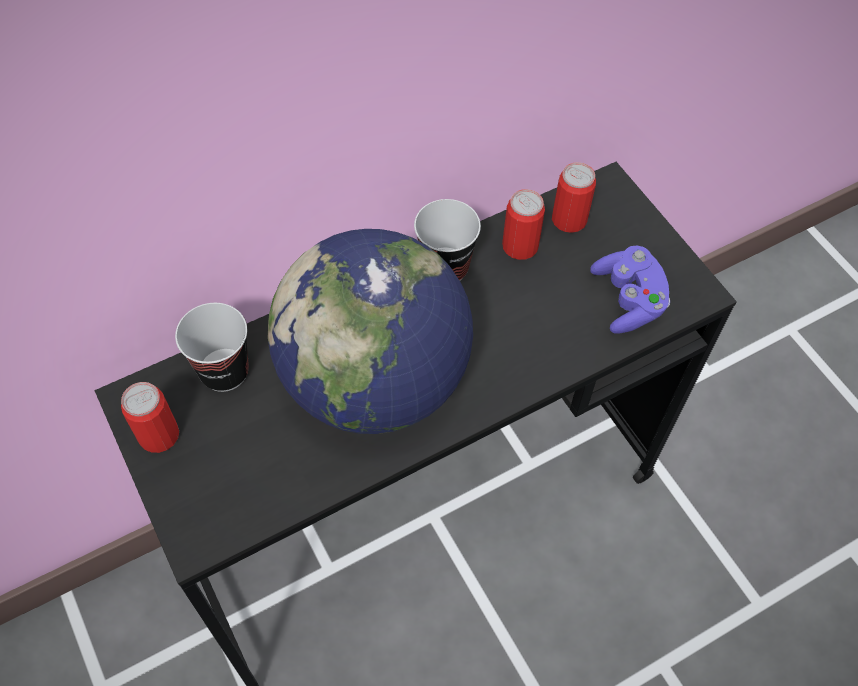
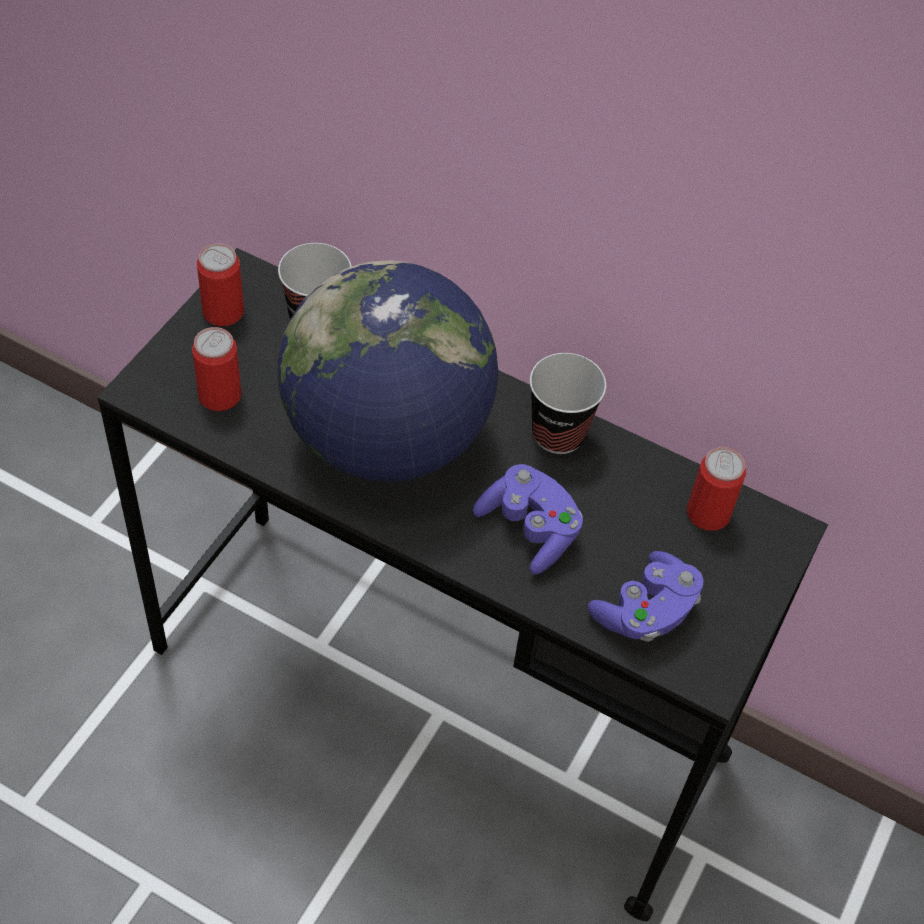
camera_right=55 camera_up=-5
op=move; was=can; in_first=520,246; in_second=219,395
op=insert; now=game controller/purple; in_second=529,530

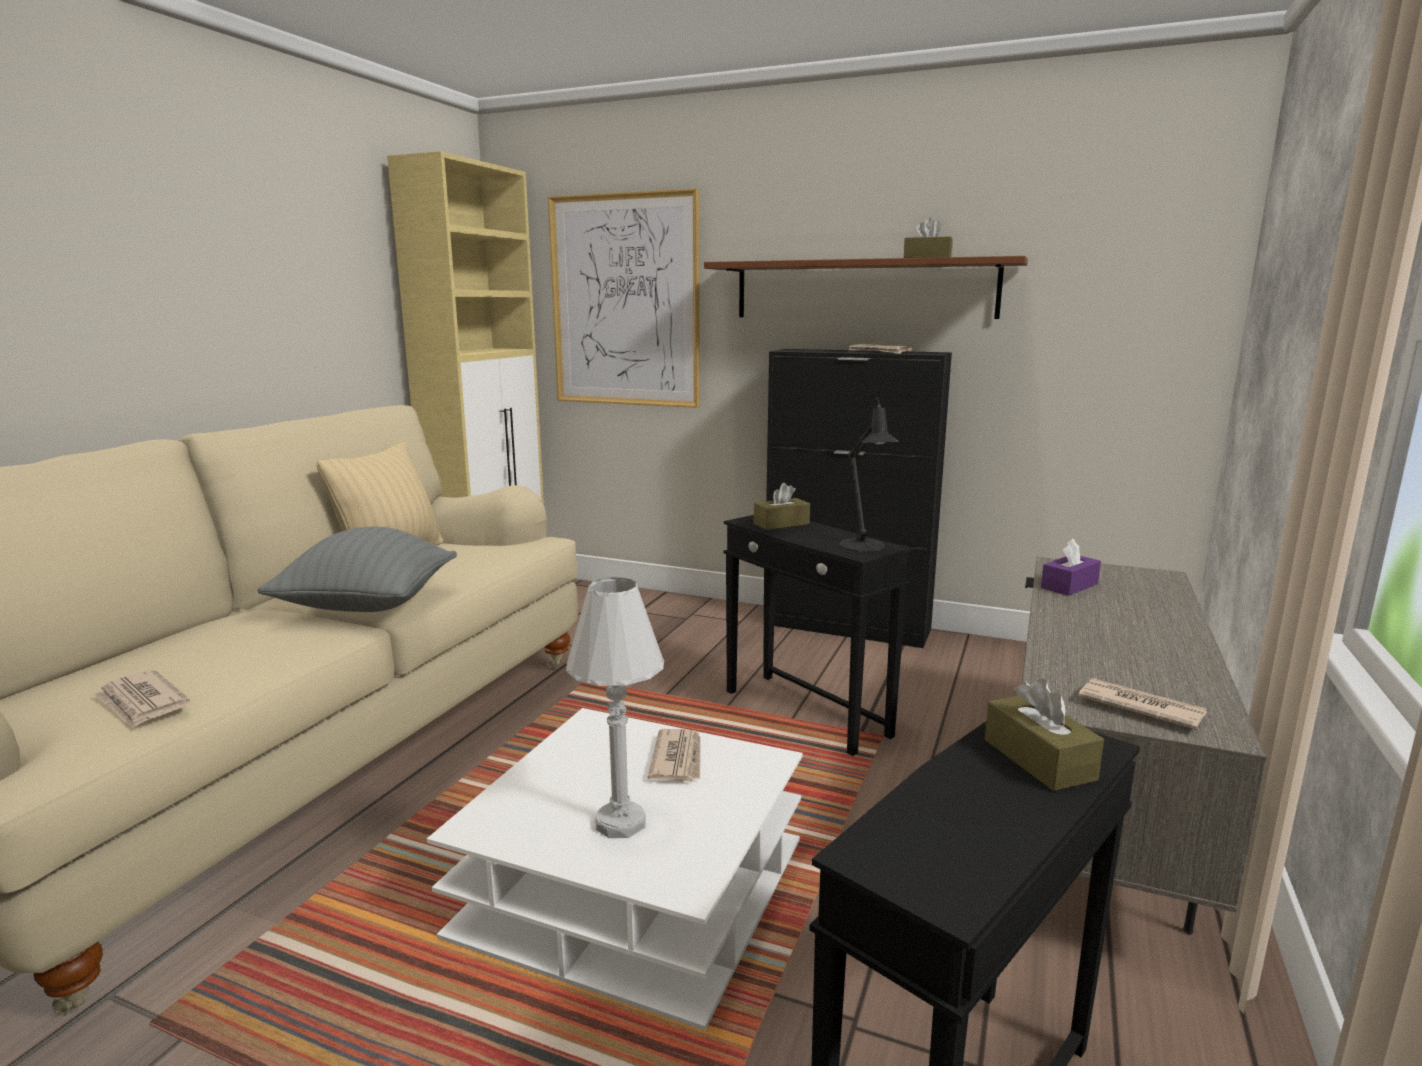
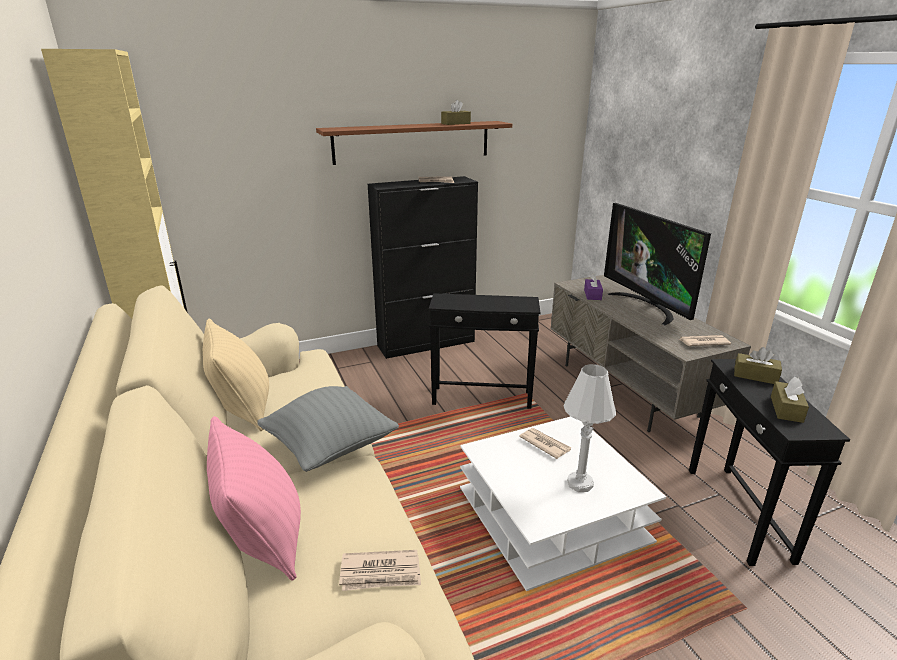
camera_right=-45 camera_up=10
op=delete; was=picture; in_first=625,301
op=move; was=tissue box/brown; in_first=781,524; in_second=786,409
op=delete; was=table lamp/black; in_first=864,547
op=insert; now=pillow/pink; in_second=263,539
op=insert; now=television; in_second=647,306

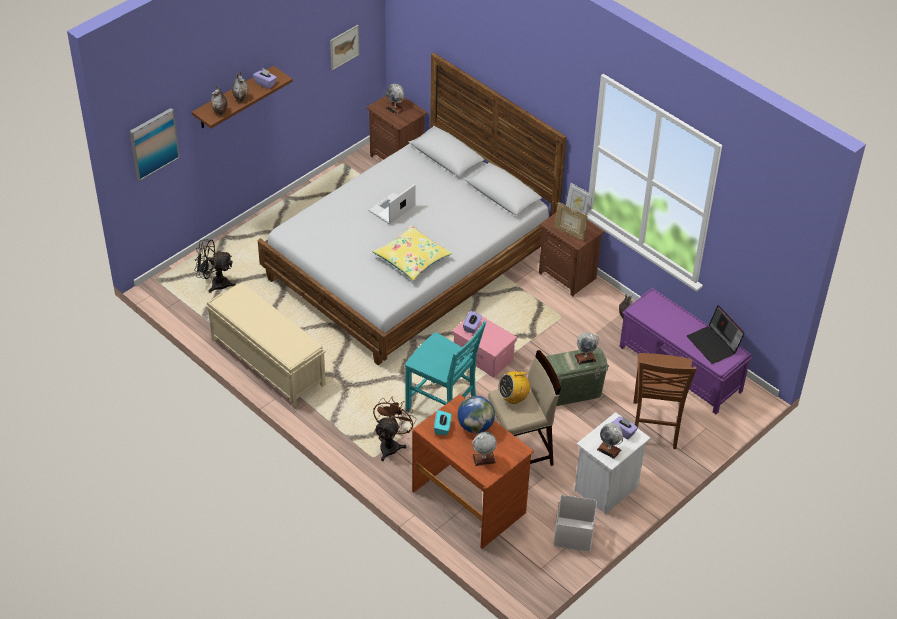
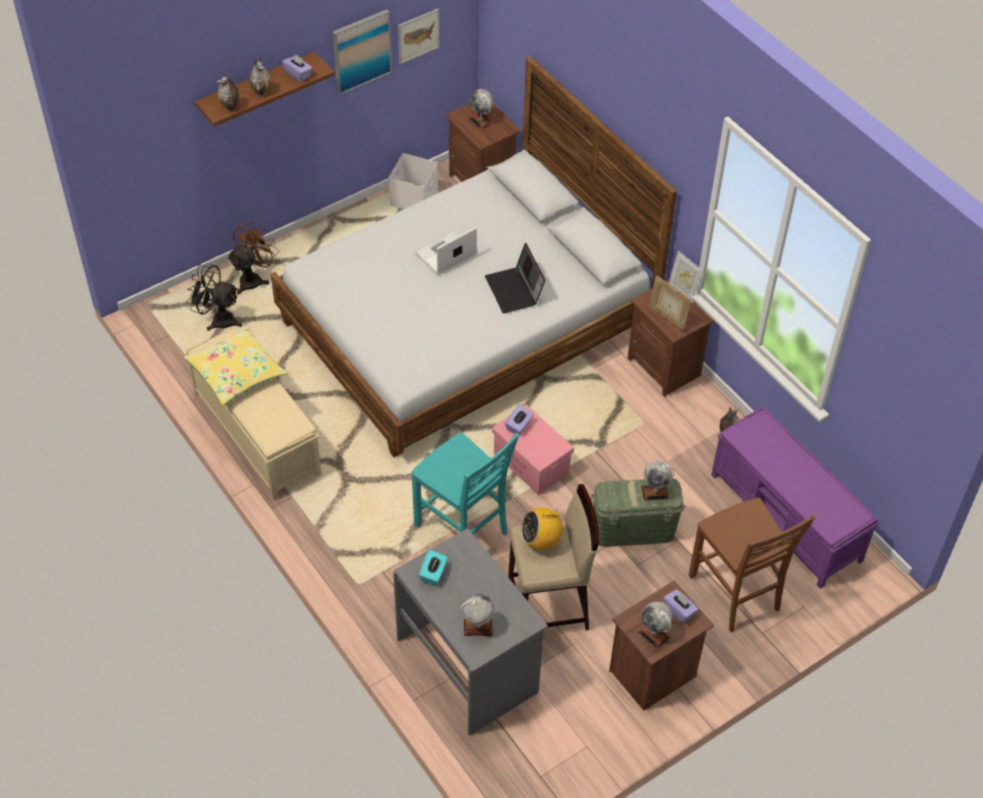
camera_right=10 camera_up=5
op=move; was=picture; in_first=153,143; in_second=361,51
op=move; was=pillow/yellow; in_first=412,258; in_second=236,372
op=move; was=fan/brown; in_first=391,444; in_second=254,279
op=recolor; was=desk/brown; now=desk/grey; in_first=470,501; in_second=468,665
op=delete; was=globe; in_first=475,426
op=move; was=storage box/white; in_first=573,533; in_second=413,197
op=recolor; was=nightstand/white; now=nightstand/brown; in_first=607,489; in_second=654,675
op=rotate; was=chair/brown; in_first=655,426; in_second=736,594; clockwise=-45
op=move; was=laptop; in_first=714,344; in_second=515,291

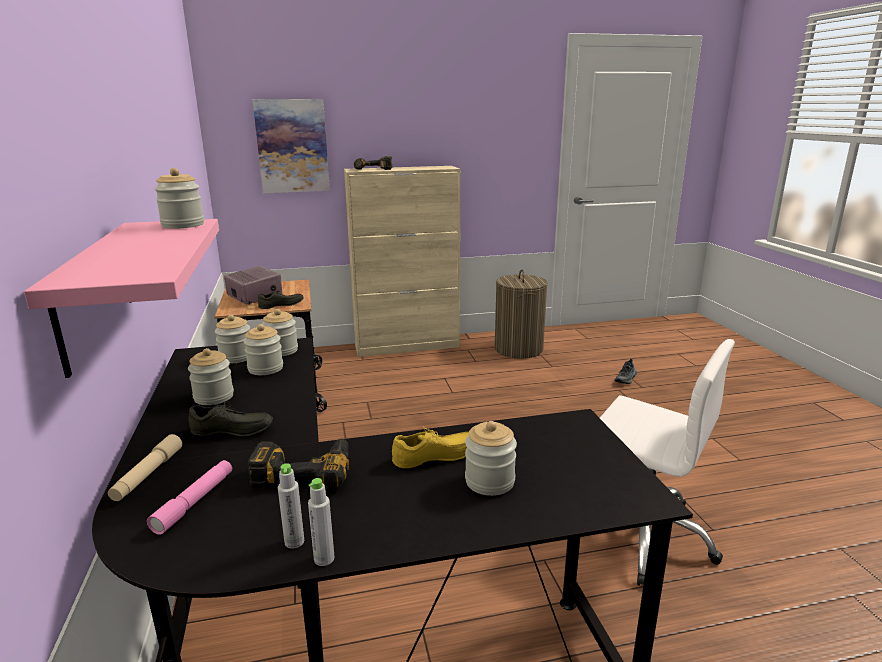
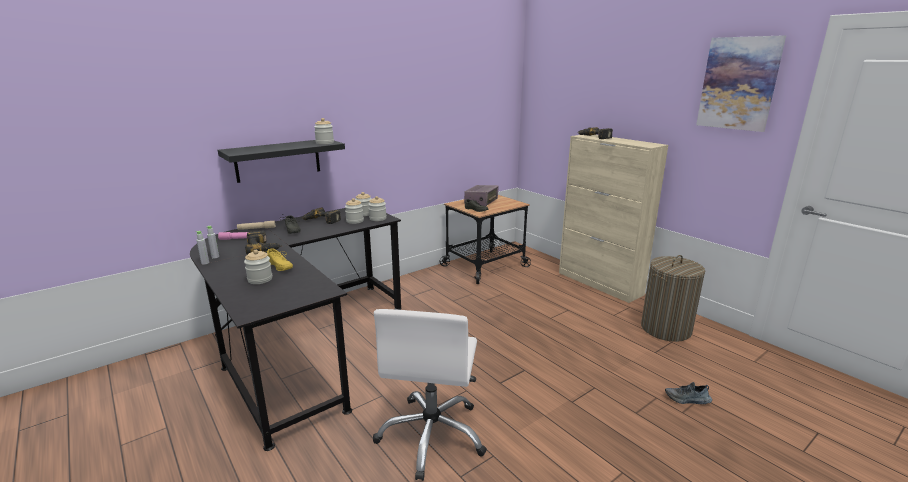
camera_right=65 camera_up=0
op=recolor; was=shelf/pink; now=shelf/black; in_first=94,292; in_second=278,160
op=replace; was=jar; now=power drill; in_first=214,397; in_second=321,221
op=move; was=picture; in_first=292,146; in_second=738,83

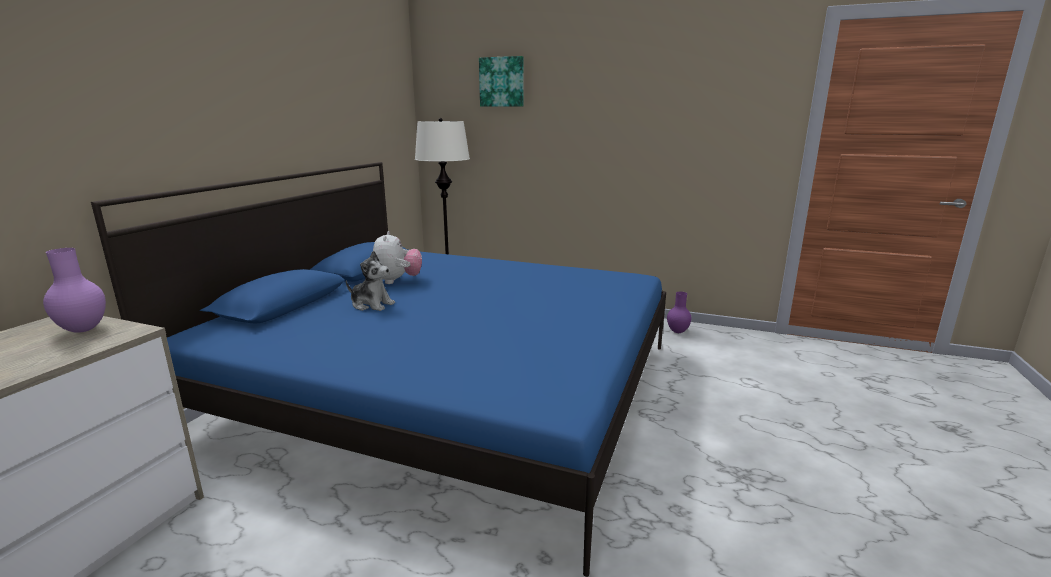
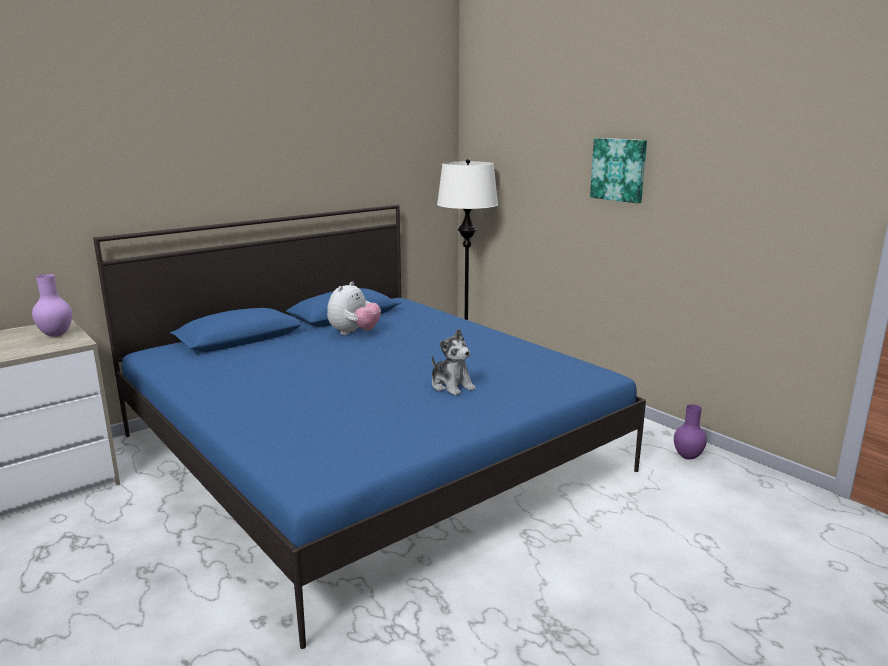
camera_right=30 camera_up=0
op=move; was=plush toy; in_first=372,305; in_second=451,386
op=move; was=picture; in_first=502,82; in_second=619,169

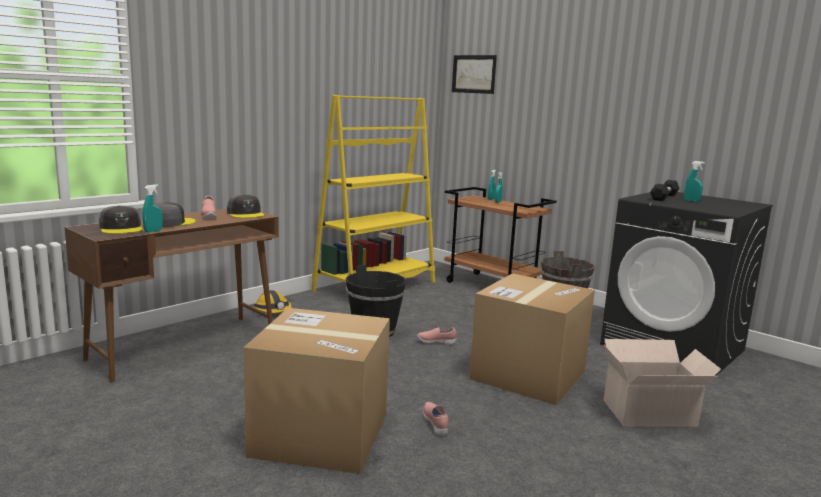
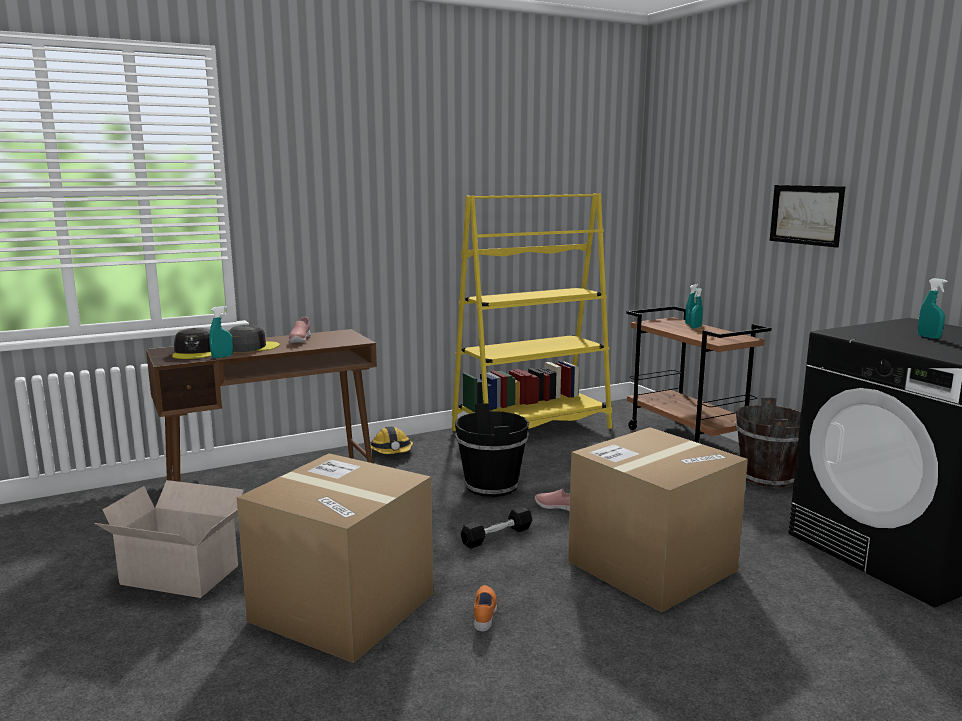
camera_right=20 camera_up=0
op=delete; was=cap/grey; in_first=245,214
op=recolor; was=shoe/pink; now=shoe/orange; in_first=436,424; in_second=485,615
op=move; was=picture; in_first=473,74; in_second=806,215
op=move; was=cardboard box; in_first=652,413; in_second=182,576
op=move; was=dumbbell/black; in_first=664,197; in_second=497,536

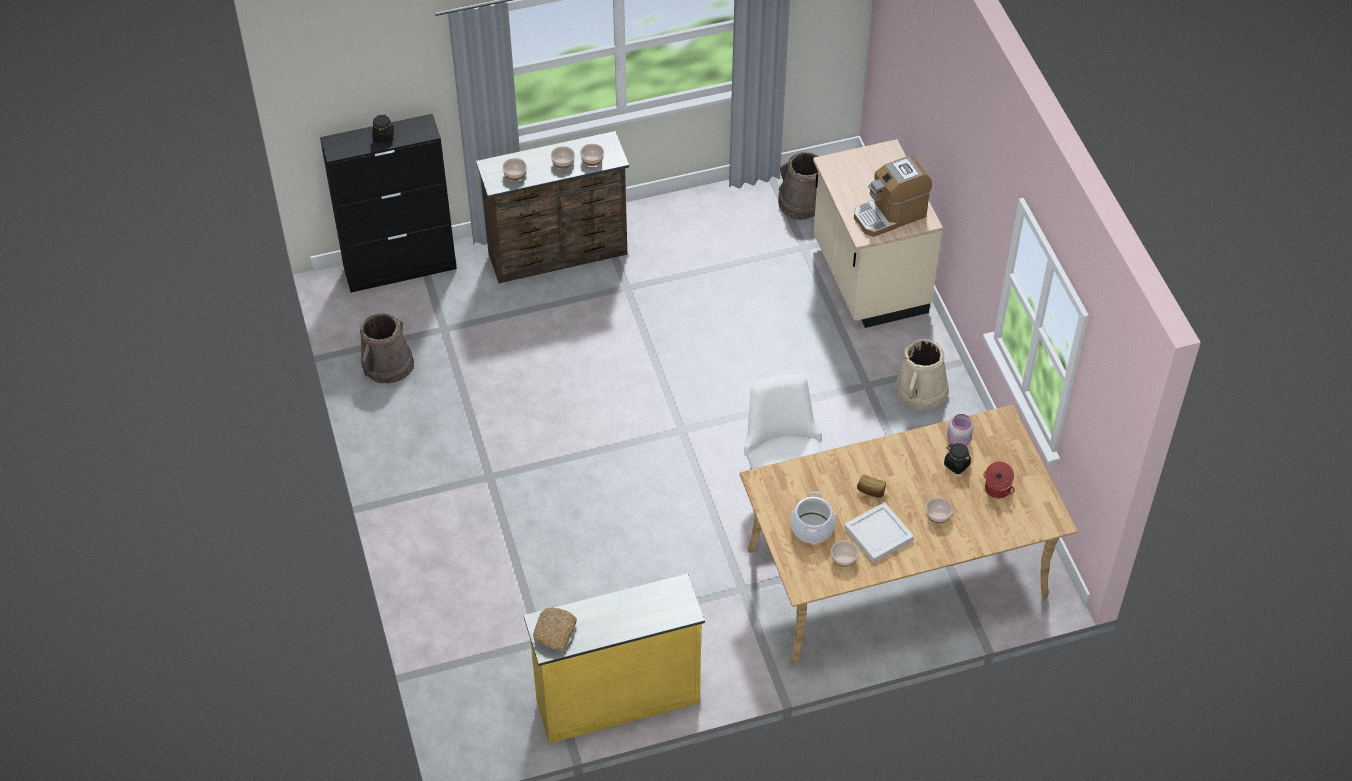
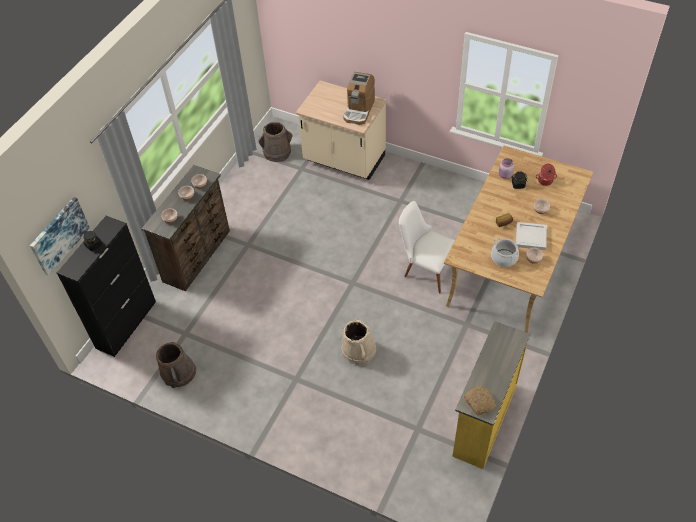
camera_right=-45 camera_up=0
op=move; was=bucket/beige; in_first=921,390; in_second=358,350
op=insert; now=picture; in_second=59,235

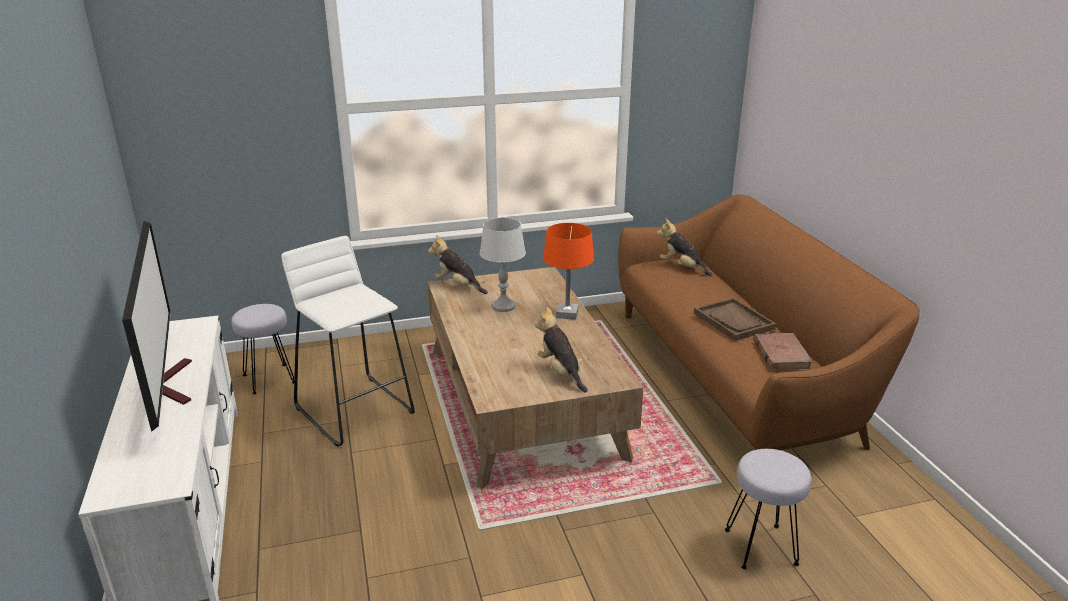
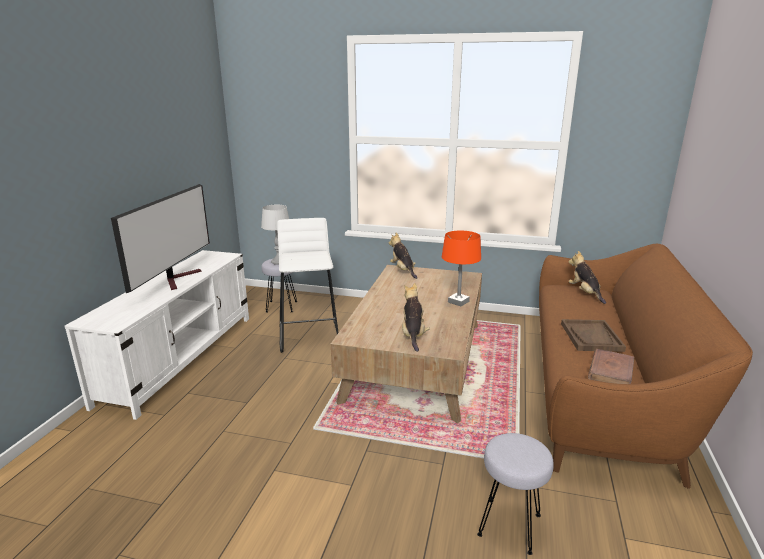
camera_right=30 camera_up=-5
op=move; was=table lamp/grey; in_first=503,306; in_second=278,262

